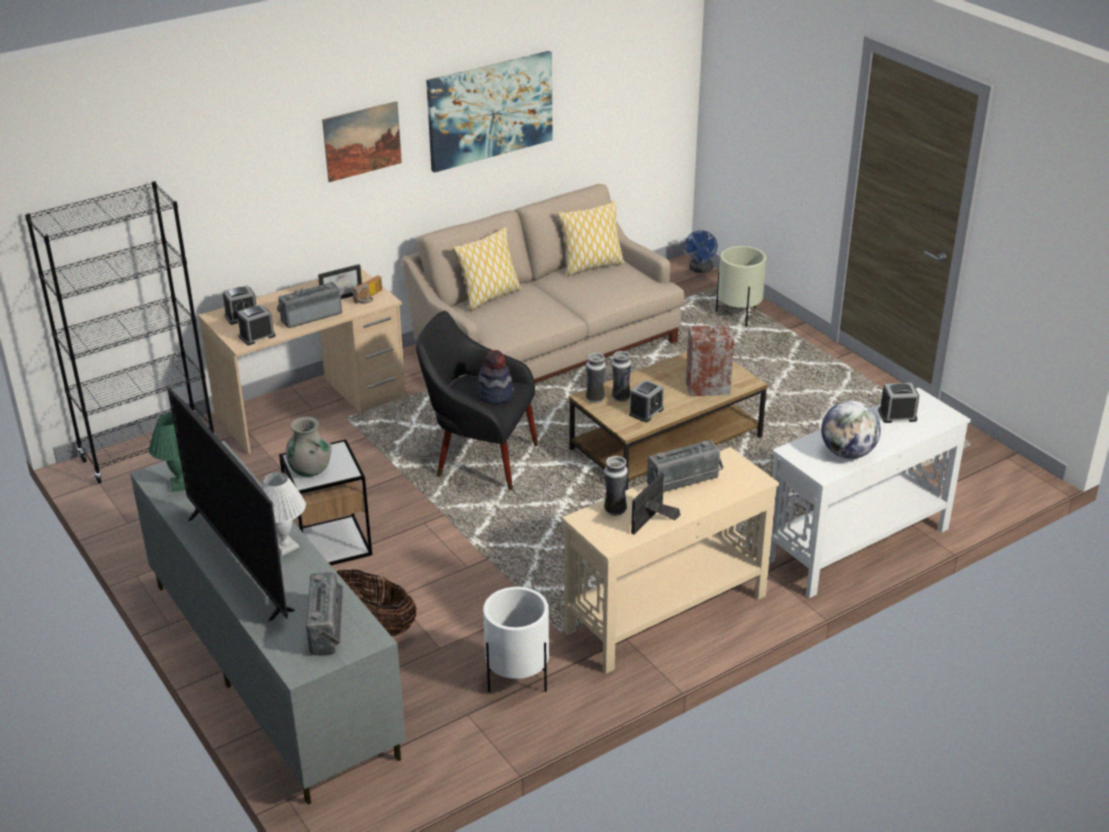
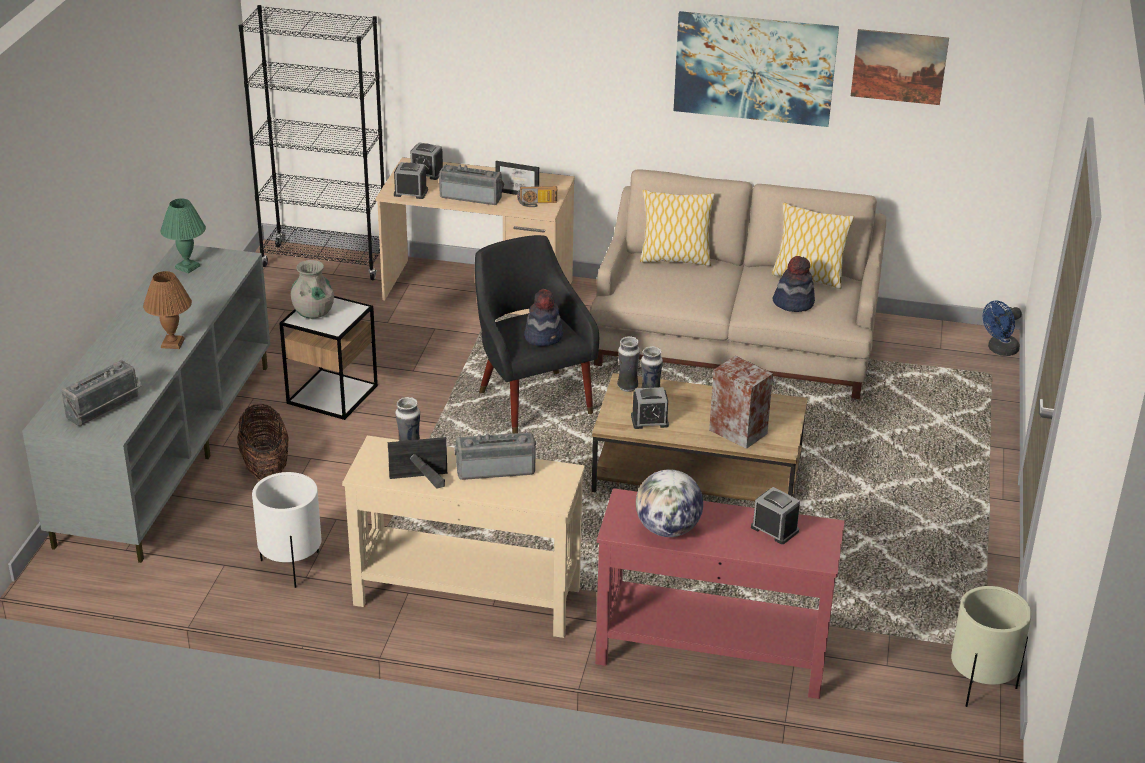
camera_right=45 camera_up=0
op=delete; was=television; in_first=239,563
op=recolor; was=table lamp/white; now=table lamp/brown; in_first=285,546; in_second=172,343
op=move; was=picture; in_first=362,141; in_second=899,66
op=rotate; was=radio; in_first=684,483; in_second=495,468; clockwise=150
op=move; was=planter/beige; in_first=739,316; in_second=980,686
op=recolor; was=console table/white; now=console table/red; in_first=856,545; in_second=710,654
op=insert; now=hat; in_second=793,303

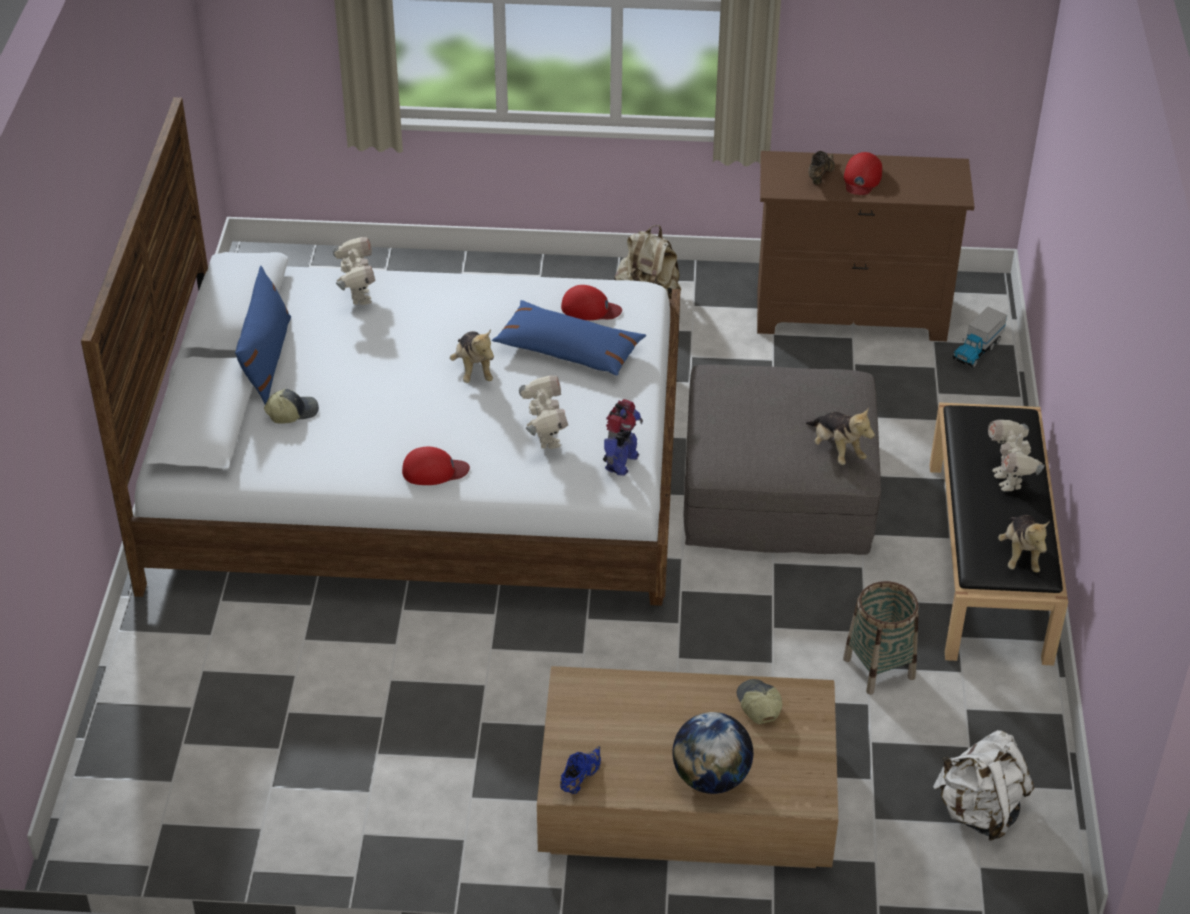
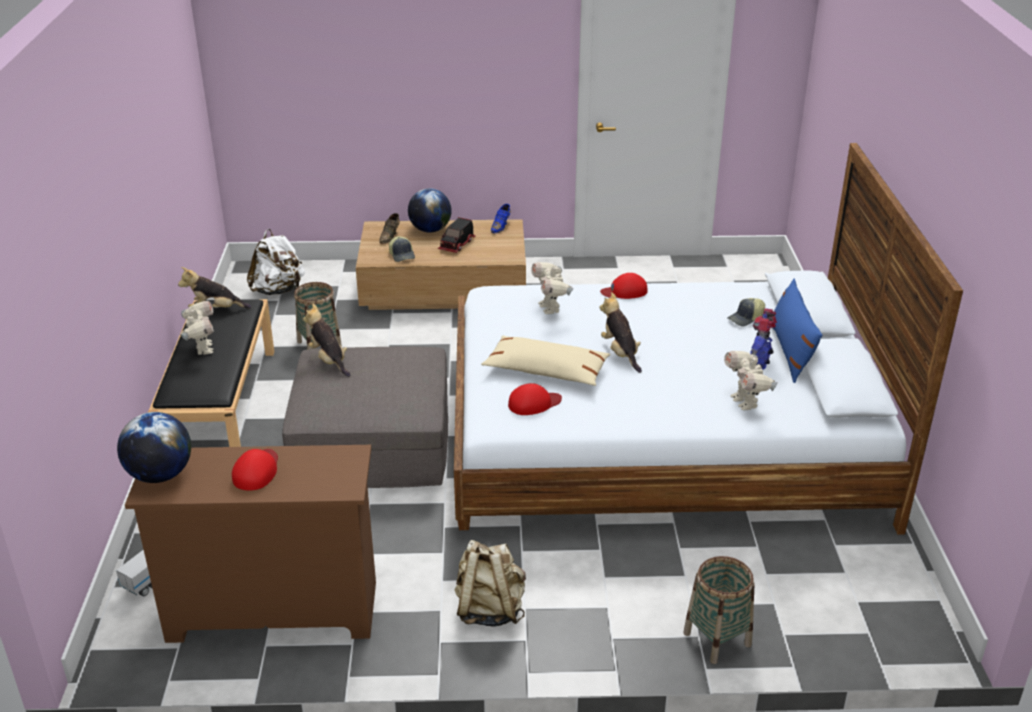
camera_right=175 camera_up=-10
op=recolor; was=pillow/blue; now=pillow/beige; in_first=568,350; in_second=546,371
op=rotate; was=cap/red; in_first=590,309; in_second=534,403; clockwise=150
op=move; was=toy robot; in_first=620,462; in_second=760,361
op=move; was=shoe/brown; in_first=820,176; in_second=390,237
op=rotate; was=plush toy; in_first=1020,554; in_second=215,310; clockwise=-90
op=insert; now=globe; in_second=160,475
op=insert; now=toy truck; in_second=457,245
op=insert; now=basket; in_second=717,639

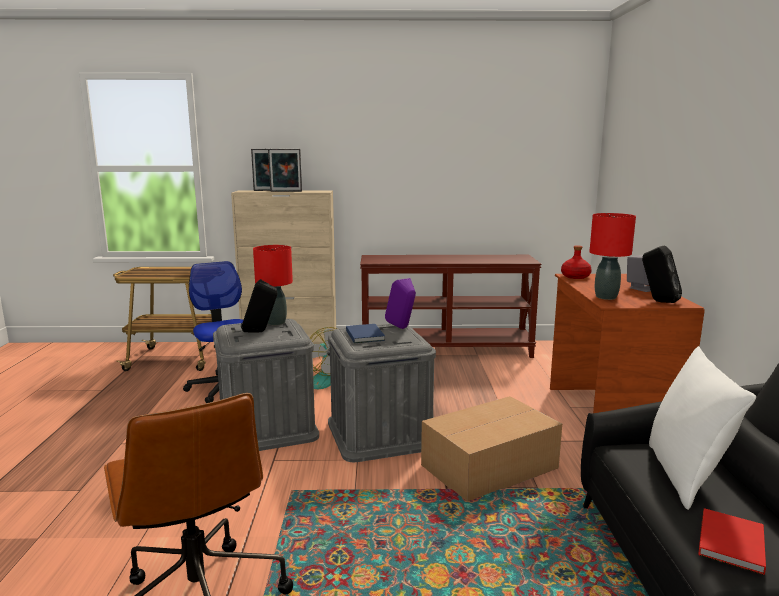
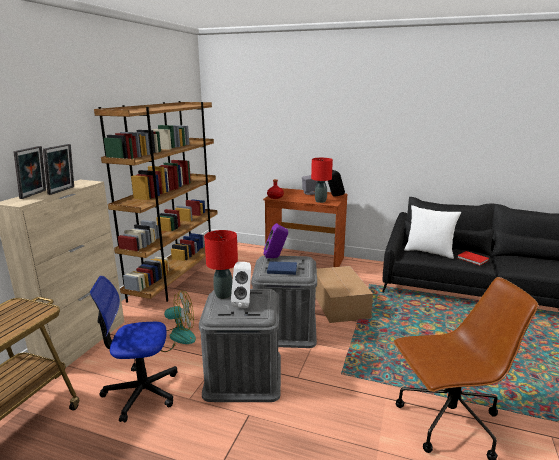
camera_right=-70 camera_up=5
op=recolor; was=speaker/black; now=speaker/white; in_first=260,332; in_second=244,303
op=replace; was=console table/brown; now=bookcase/brown; in_first=446,350; in_second=177,278

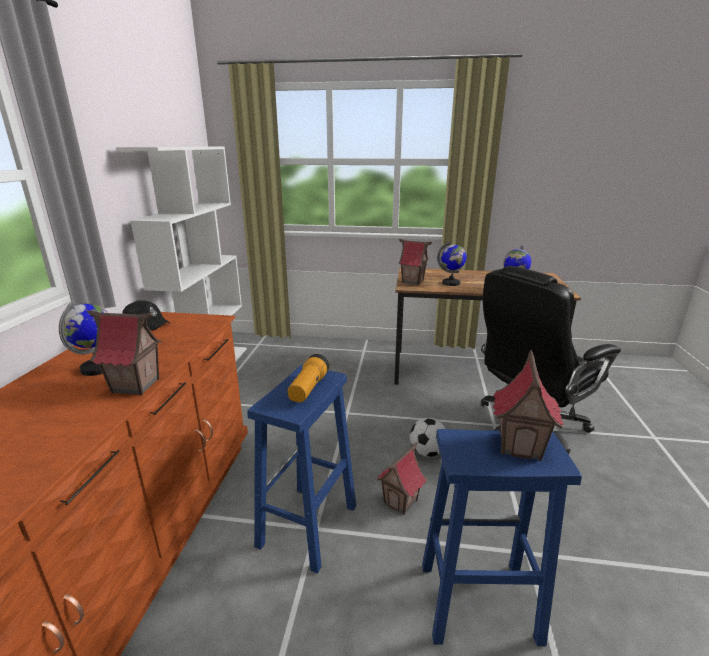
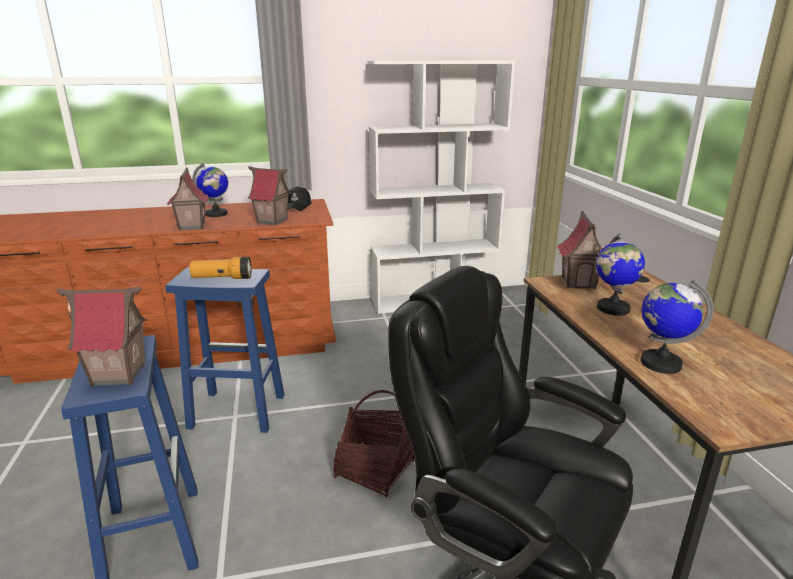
camera_right=70 camera_up=0
op=move; was=toy house; in_first=401,501; in_second=272,221
op=replace; was=football; now=basket; in_first=427,452; in_second=375,469

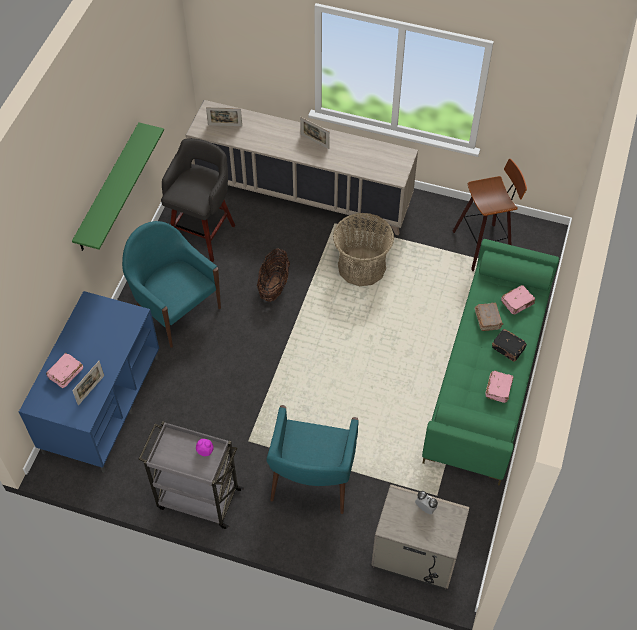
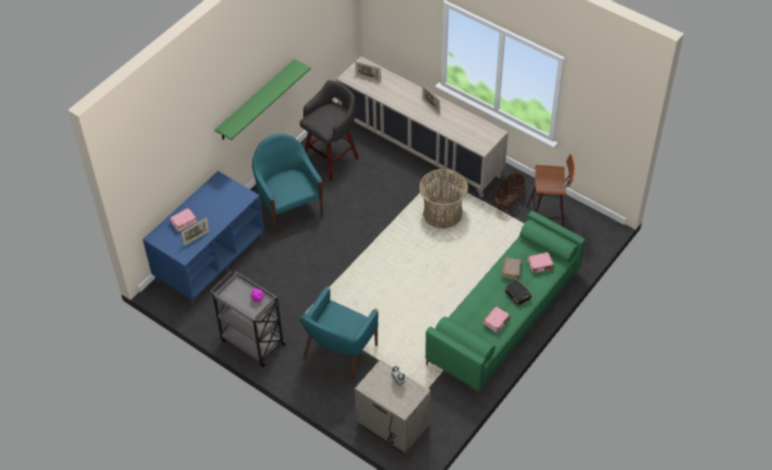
camera_right=20 camera_up=-5
op=move; was=basket; in_first=274,286; in_second=508,201

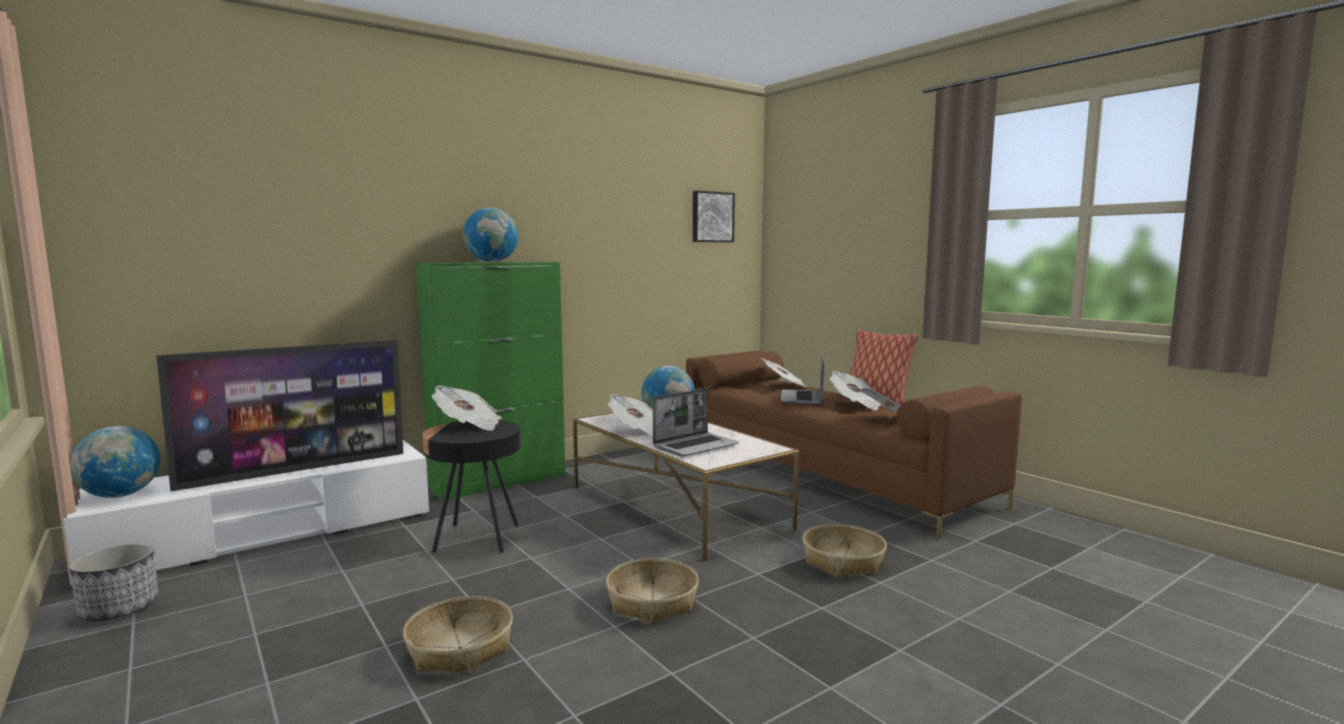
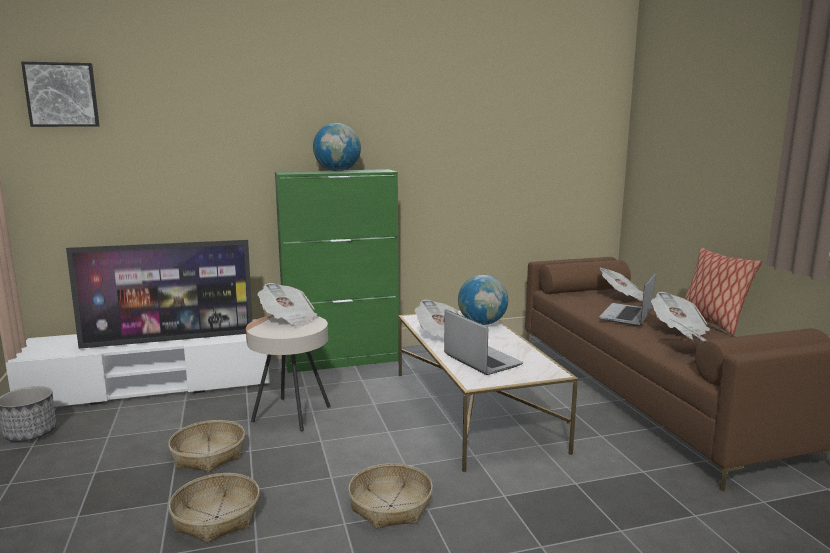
camera_right=20 camera_up=5
op=delete; was=globe; in_first=120,495
op=recolor; was=side table/black; now=side table/beige; in_first=477,538; in_second=291,414
op=rotate; was=laptop; in_first=696,446; in_second=480,360; clockwise=-105
op=move; was=picture; in_first=712,217; in_second=62,95
op=move; was=basket; in_first=843,561; in_second=209,455

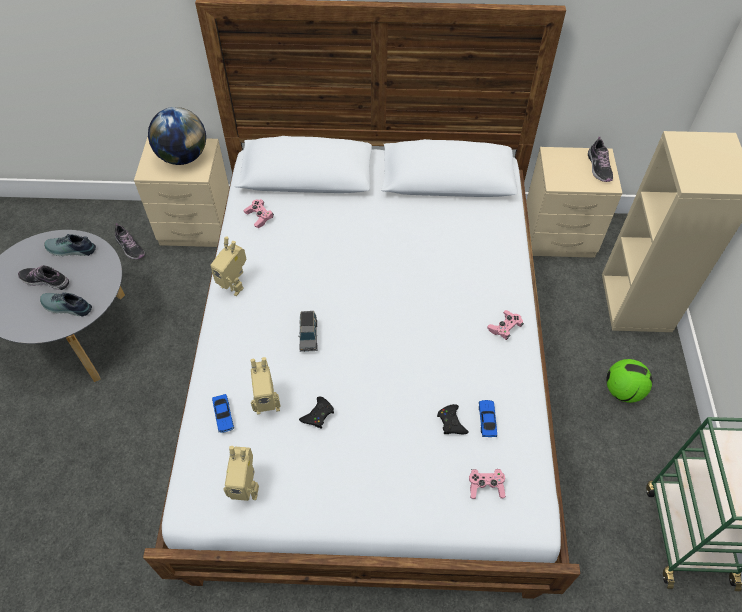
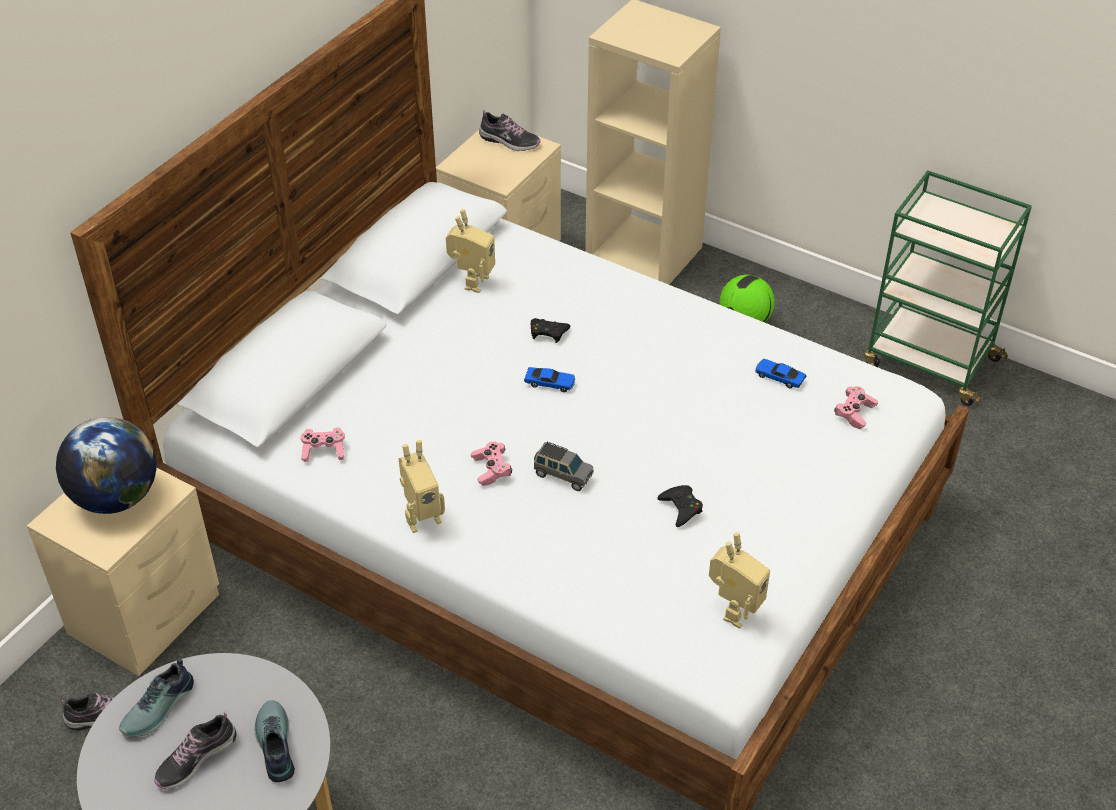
camera_right=-60 camera_up=-10
op=rotate; was=shoe; in_first=66,307; in_second=274,745; clockwise=120
op=move; was=toy car; in_first=223,415; in_second=550,383
op=move; was=toy robot; in_first=267,402; in_second=472,282
op=move; was=game controller/black; in_first=451,422; in_second=548,332
op=move; was=game controller/pink; in_first=504,328; in_second=491,469

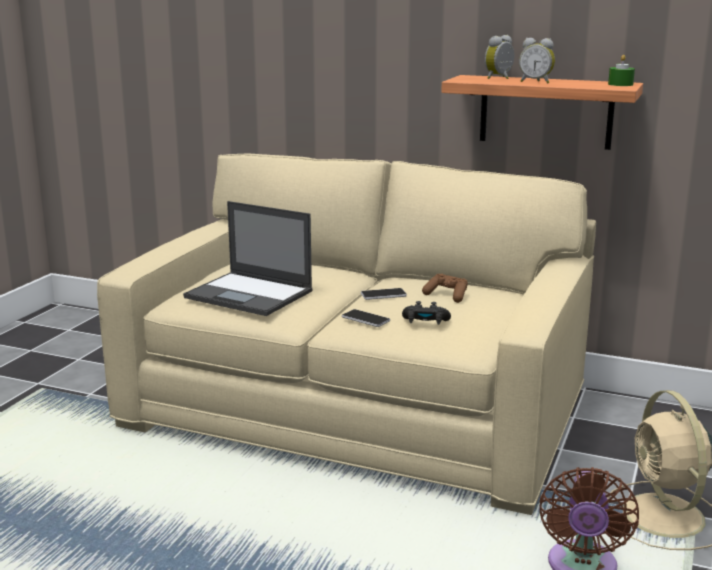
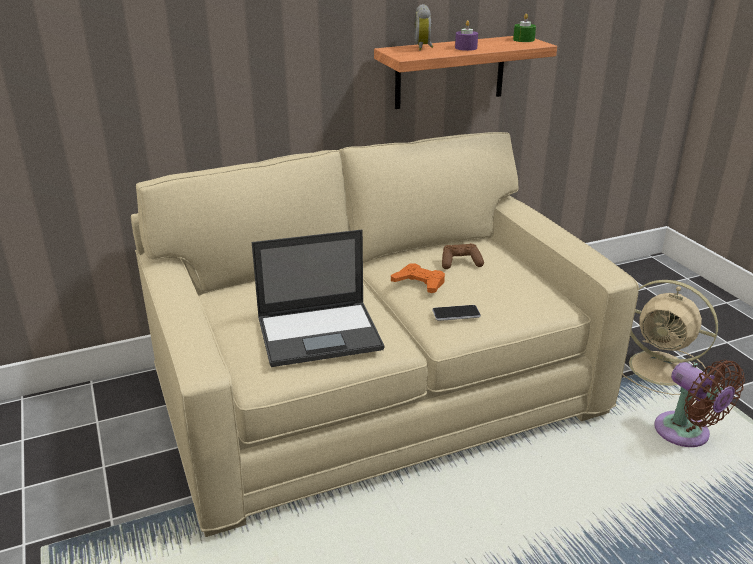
camera_right=-45 camera_up=10
op=replace; was=phone; now=game controller/orange; in_first=383,295; in_second=419,283
op=delete; was=game controller/black; in_first=425,323
op=replace; was=alarm clock; now=candle/purple; in_first=536,82; in_second=466,48

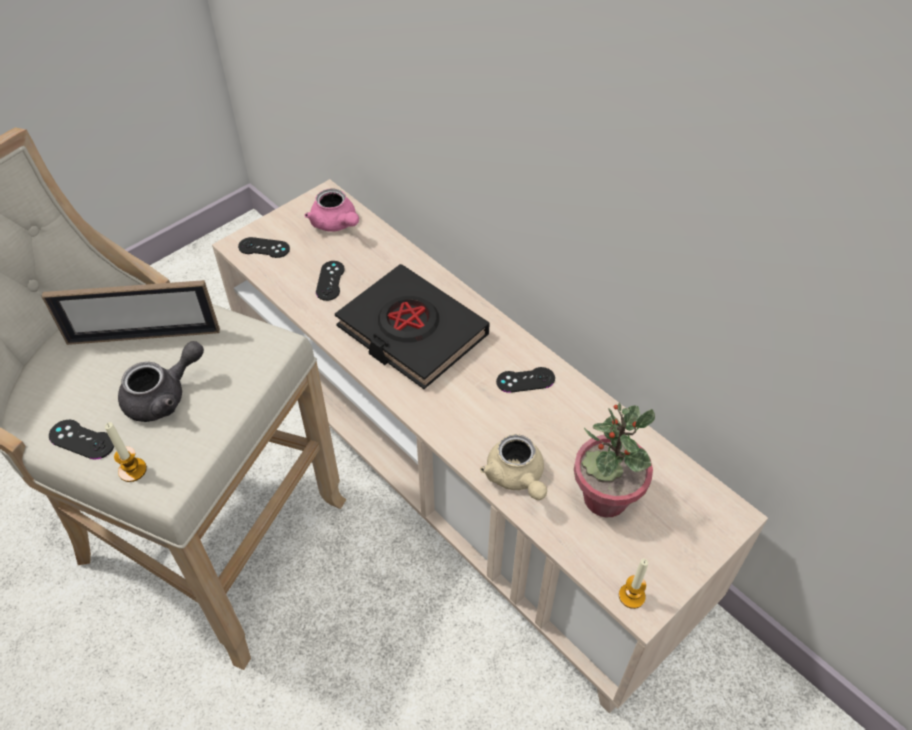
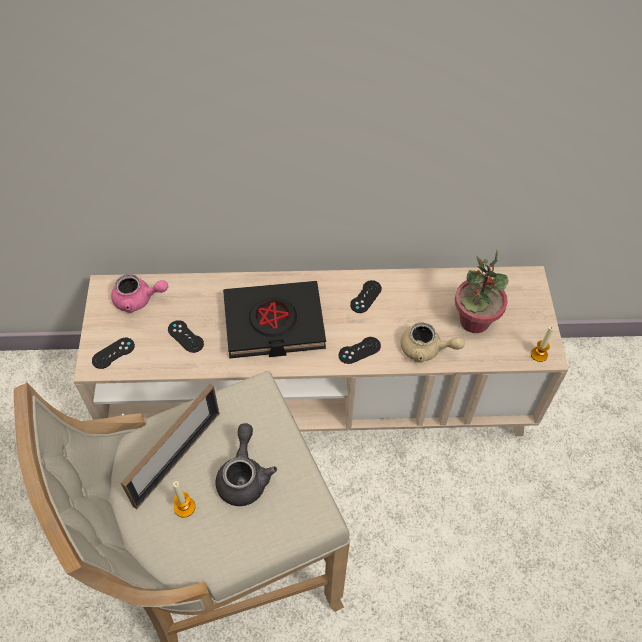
camera_right=-50 camera_up=5
op=move; was=game controller/black; in_first=82,439; in_second=359,350
op=move; was=candle; in_first=132,470; in_second=184,507

